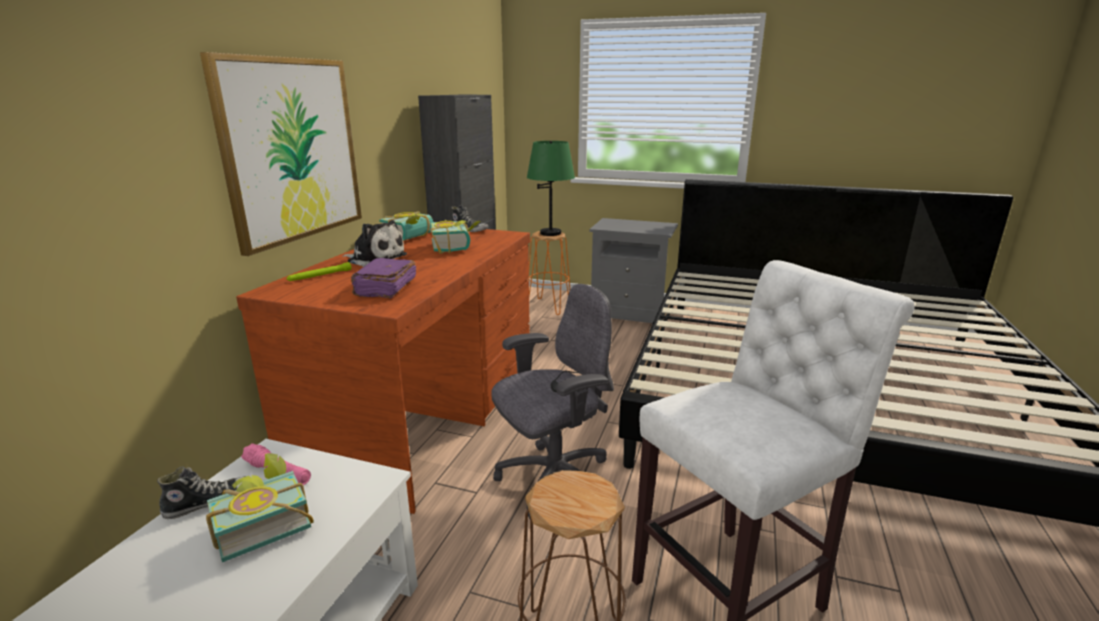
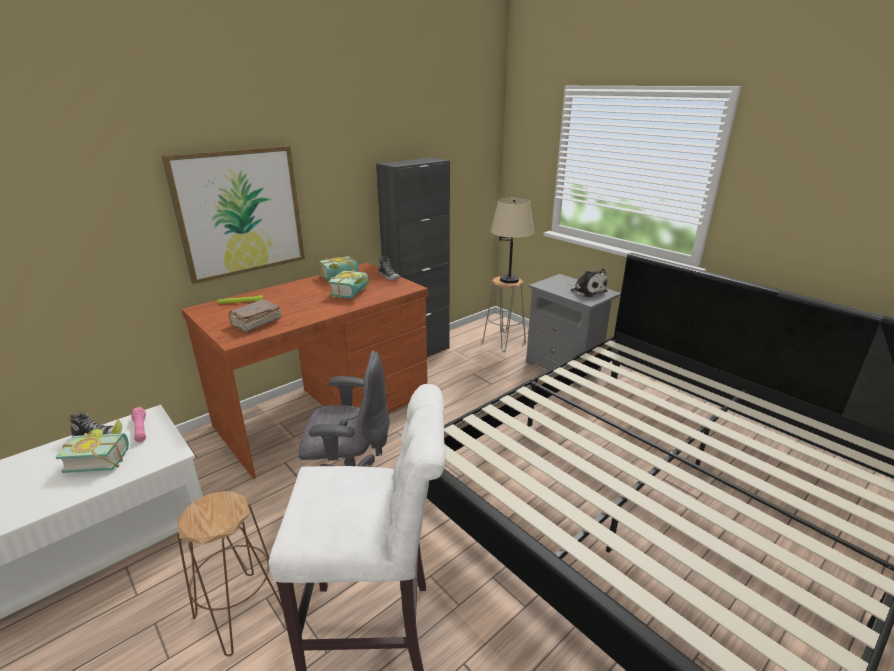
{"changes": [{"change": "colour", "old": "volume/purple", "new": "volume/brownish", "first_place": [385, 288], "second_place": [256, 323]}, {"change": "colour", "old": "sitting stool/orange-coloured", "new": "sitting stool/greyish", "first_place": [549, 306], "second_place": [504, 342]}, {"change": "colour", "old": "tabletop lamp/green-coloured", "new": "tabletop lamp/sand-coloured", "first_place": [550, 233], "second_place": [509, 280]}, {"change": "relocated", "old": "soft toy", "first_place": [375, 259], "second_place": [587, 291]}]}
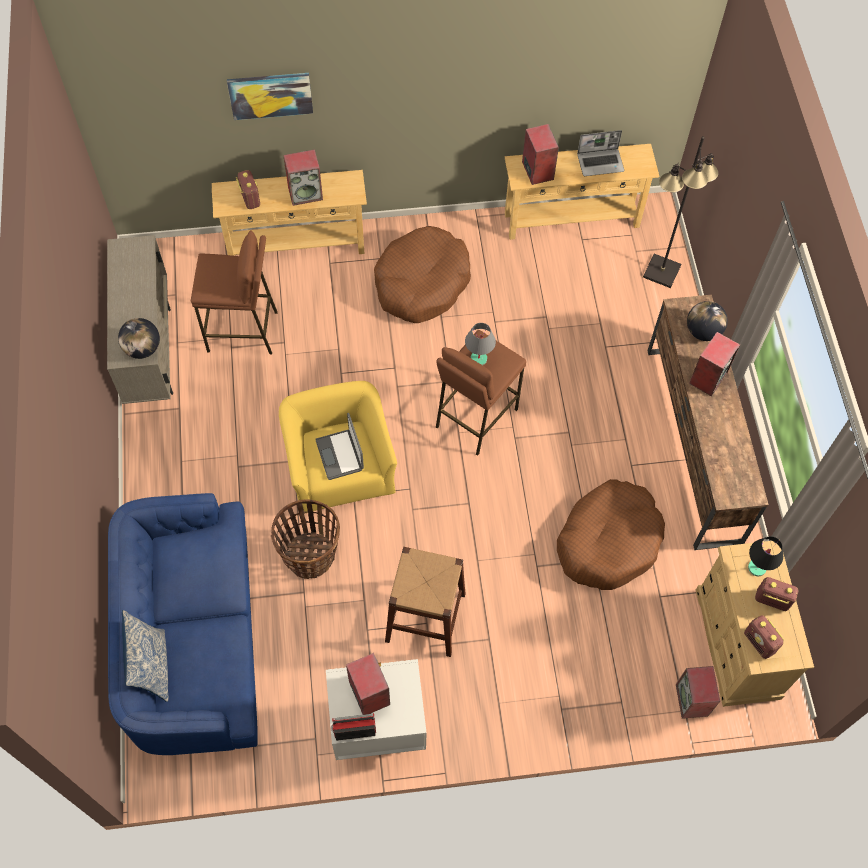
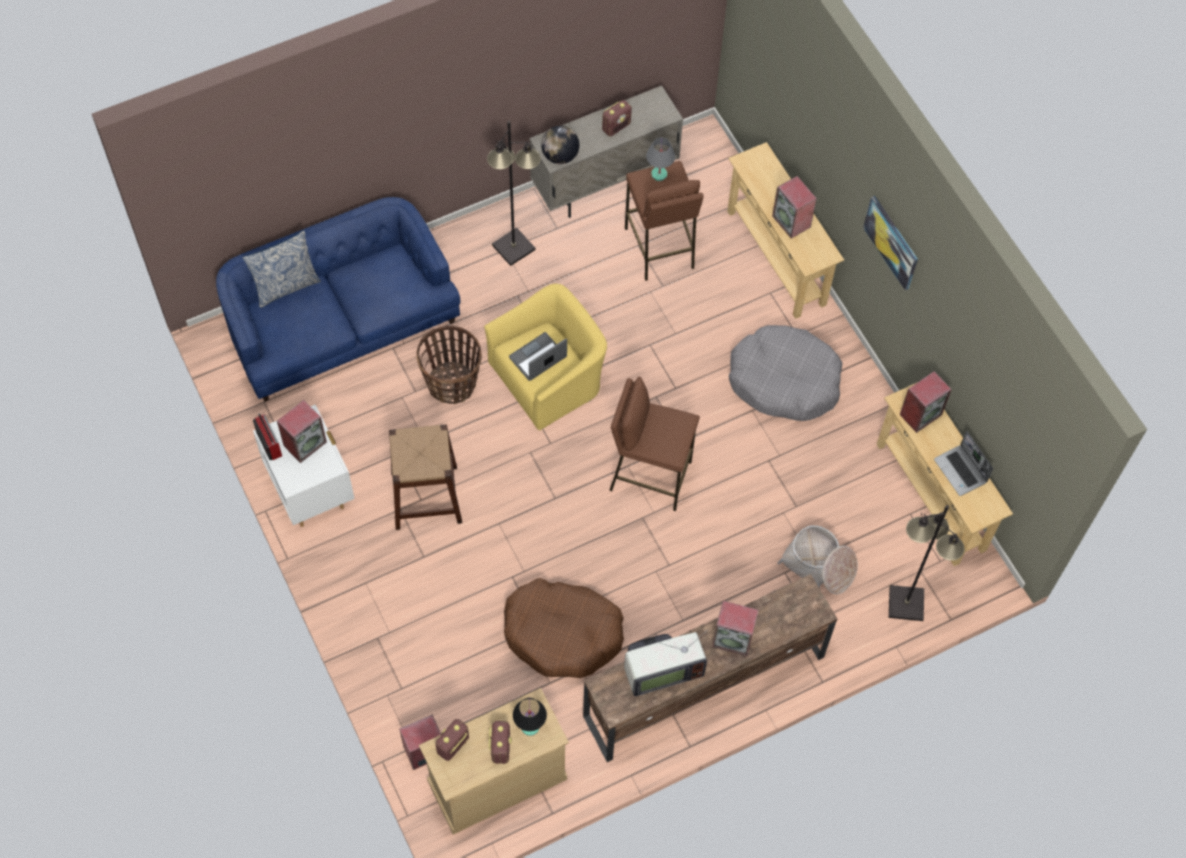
{"changes": [{"change": "appeared", "new": "standard lamp/black-coloured", "second_place": [513, 247]}, {"change": "relocated", "old": "radio receiver", "first_place": [250, 198], "second_place": [616, 126]}, {"change": "appeared", "new": "TV set", "second_place": [661, 670]}, {"change": "relocated", "old": "tabletop lamp/greyish", "first_place": [478, 359], "second_place": [658, 174]}, {"change": "colour", "old": "pet bed/brownish", "new": "pet bed/greyish", "first_place": [421, 283], "second_place": [784, 380]}, {"change": "appeared", "new": "basket", "second_place": [819, 565]}, {"change": "relocated", "old": "wall art", "first_place": [270, 95], "second_place": [891, 242]}, {"change": "missing", "old": "globe", "first_place": [703, 331]}]}
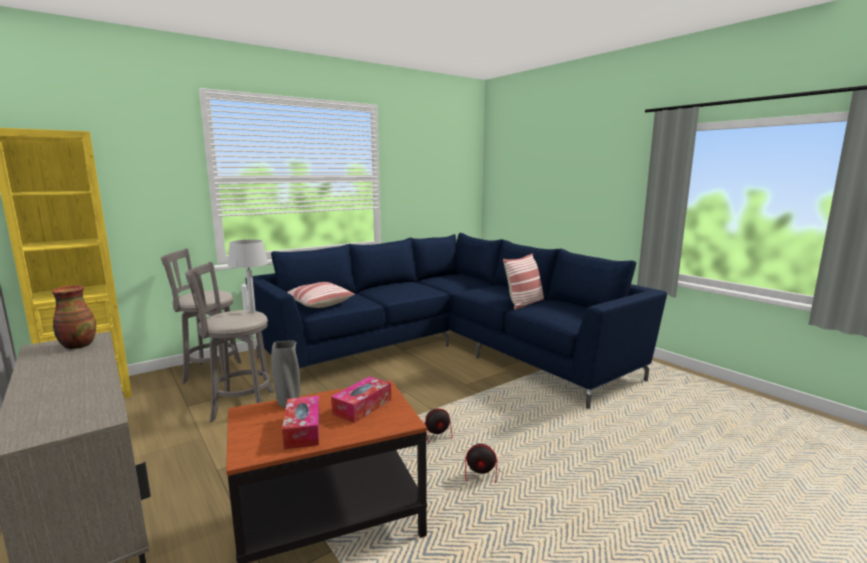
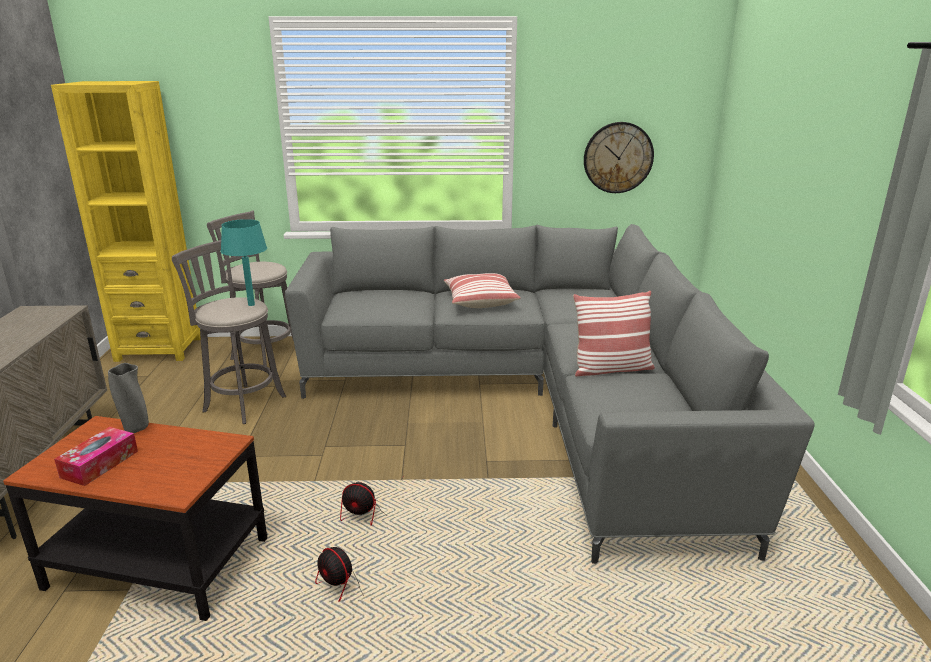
{"changes": [{"change": "colour", "old": "tabletop lamp/greyish", "new": "tabletop lamp/turquoise", "first_place": [252, 312], "second_place": [251, 304]}, {"change": "colour", "old": "couch/blue", "new": "couch/greyish", "first_place": [448, 349], "second_place": [534, 400]}, {"change": "relocated", "old": "throw pillow", "first_place": [318, 304], "second_place": [479, 301]}, {"change": "appeared", "new": "clock on the wall", "second_place": [618, 157]}, {"change": "missing", "old": "vase", "first_place": [77, 345]}, {"change": "missing", "old": "tissue holder", "first_place": [362, 407]}]}
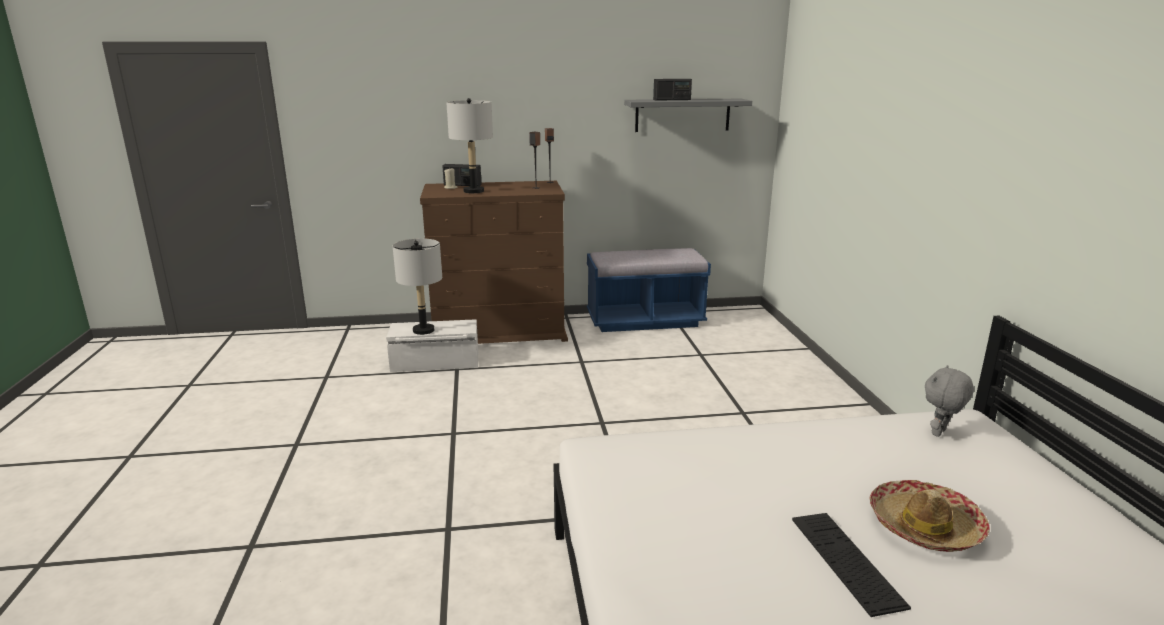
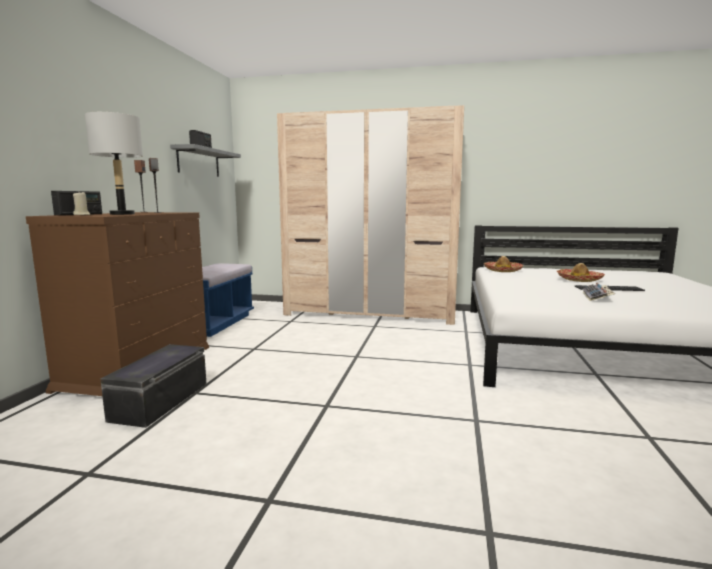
{"changes": [{"change": "colour", "old": "storage bin/white-coloured", "new": "storage bin/black-coloured", "first_place": [435, 362], "second_place": [162, 401]}, {"change": "appeared", "new": "armoire/sand-coloured", "second_place": [370, 313]}, {"change": "exchanged", "old": "soft toy/greyish", "new": "clothing hat", "first_place": [940, 433], "second_place": [502, 270]}, {"change": "appeared", "new": "PC keyboard", "second_place": [597, 297]}, {"change": "missing", "old": "tabletop lamp/greyish", "first_place": [423, 330]}]}
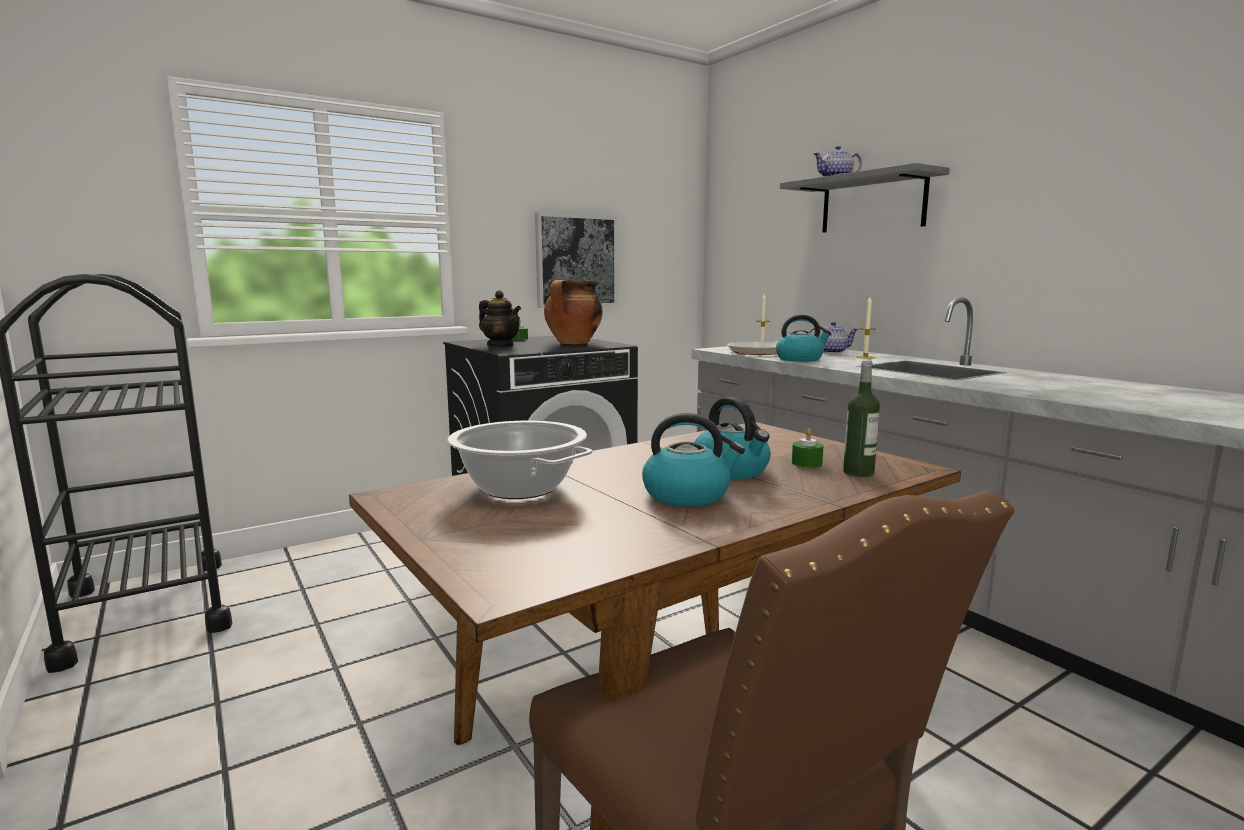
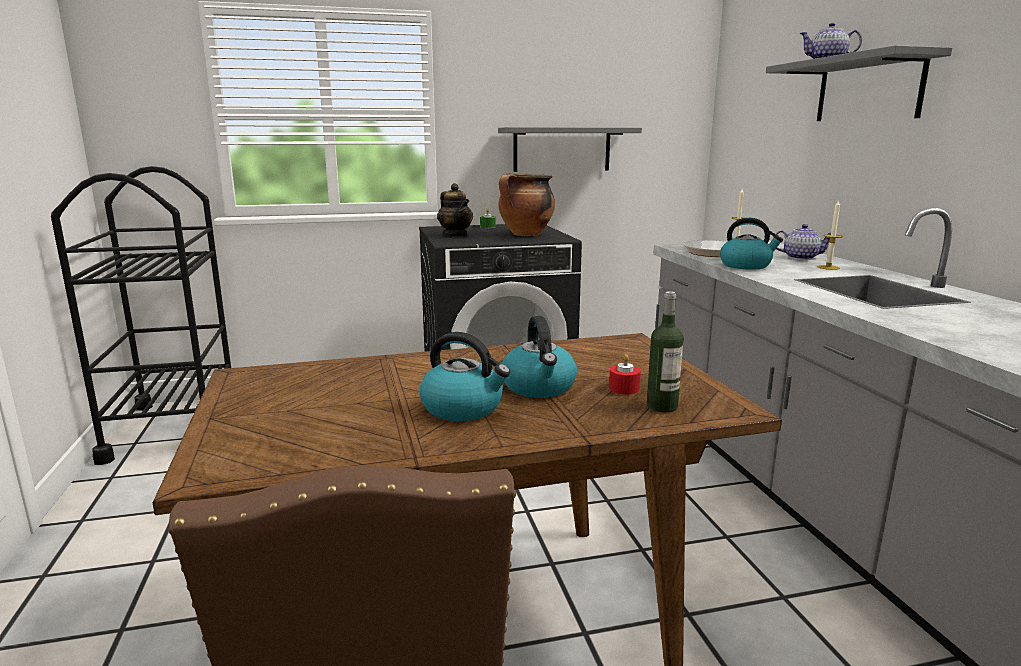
{"changes": [{"change": "exchanged", "old": "wall art", "new": "wall shelf/greyish", "first_place": [576, 261], "second_place": [562, 149]}, {"change": "colour", "old": "candle/green-coloured", "new": "candle/reddish", "first_place": [806, 463], "second_place": [624, 388]}, {"change": "missing", "old": "stockpot", "first_place": [519, 487]}]}
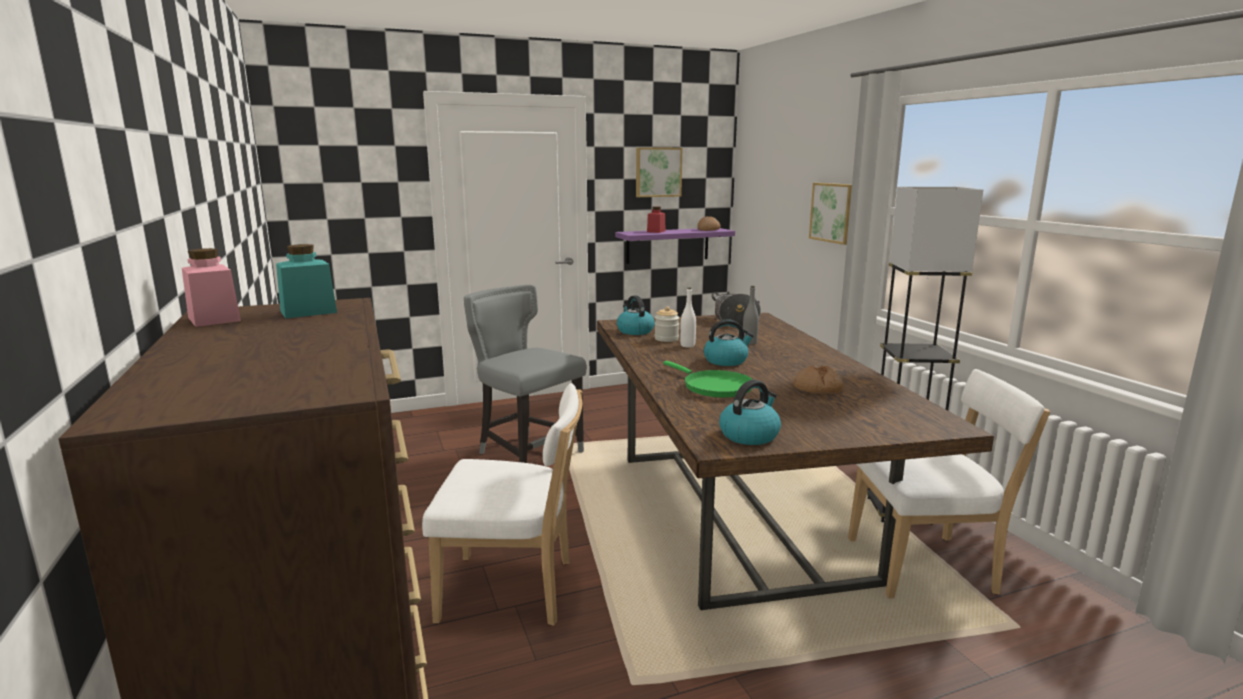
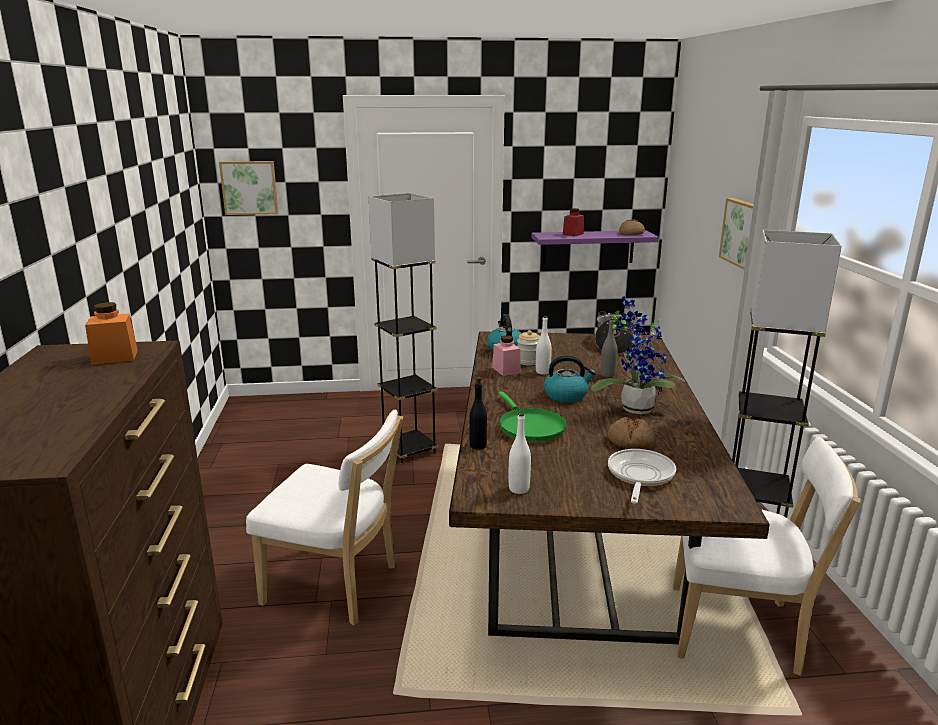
{"changes": [{"change": "colour", "old": "preserve jar/turquoise", "new": "preserve jar/orange-coloured", "first_place": [308, 312], "second_place": [115, 357]}, {"change": "relocated", "old": "wall art", "first_place": [658, 172], "second_place": [249, 187]}, {"change": "exchanged", "old": "plain chair/greyish", "new": "standard lamp/greyish", "first_place": [527, 453], "second_place": [409, 450]}, {"change": "appeared", "new": "bottle/black-coloured", "second_place": [478, 445]}, {"change": "relocated", "old": "preserve jar/pink", "first_place": [214, 319], "second_place": [506, 370]}, {"change": "exchanged", "old": "tea kettle", "new": "bottle/white-coloured", "first_place": [749, 435], "second_place": [519, 489]}, {"change": "appeared", "new": "plant in a pot", "second_place": [634, 407]}, {"change": "appeared", "new": "pan", "second_place": [639, 476]}]}
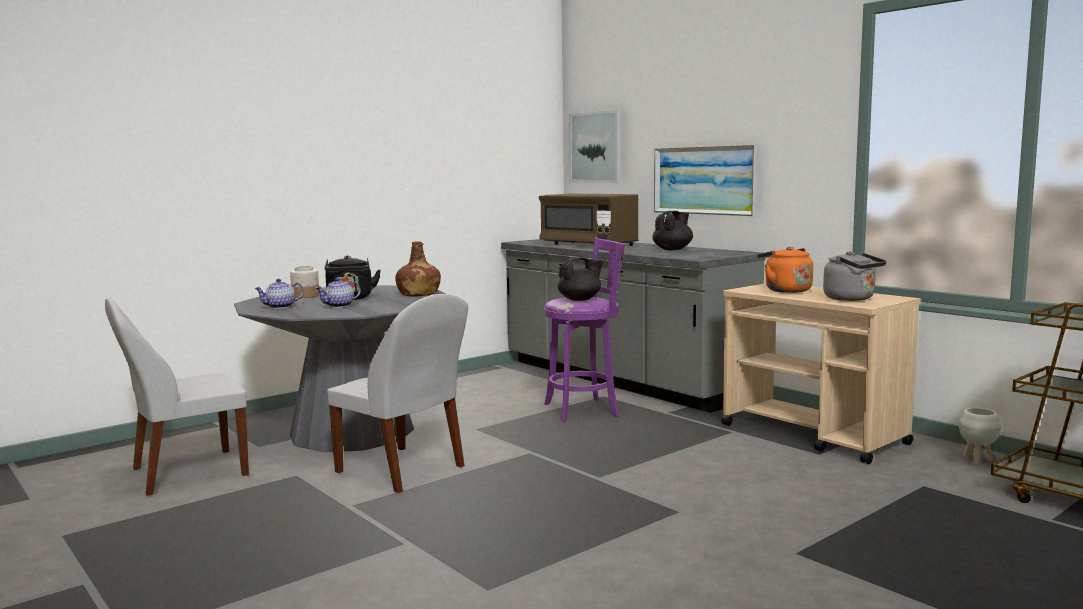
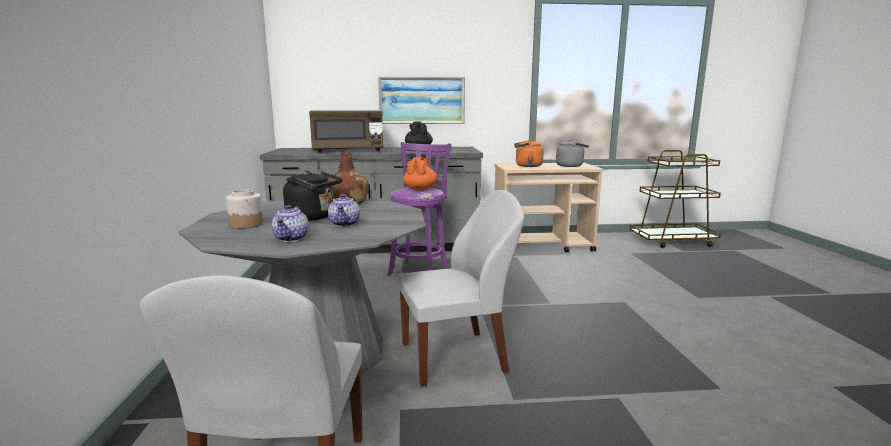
{"changes": [{"change": "colour", "old": "tea pot/black-coloured", "new": "tea pot/orange-coloured", "first_place": [580, 299], "second_place": [420, 189]}, {"change": "missing", "old": "wall art", "first_place": [596, 147]}, {"change": "missing", "old": "flower pot/white-coloured", "first_place": [976, 460]}]}
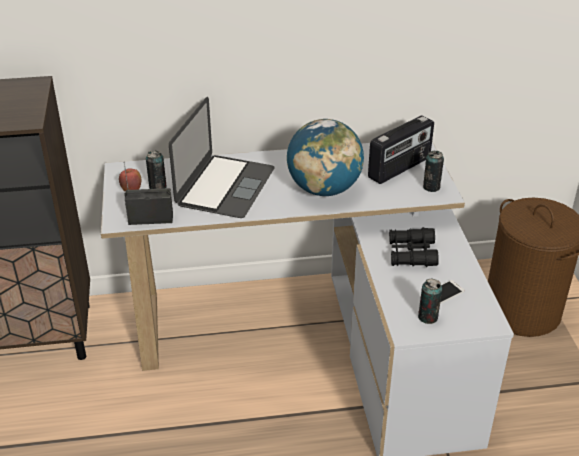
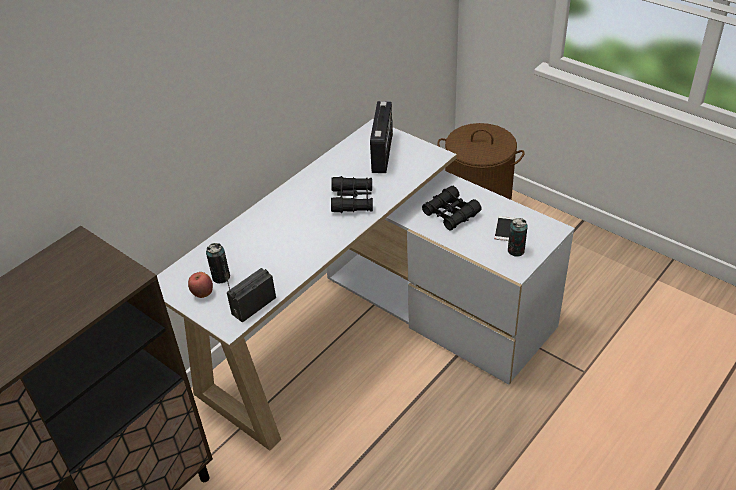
{"changes": [{"change": "exchanged", "old": "globe", "new": "pair of binoculars/black-coloured", "first_place": [324, 189], "second_place": [352, 200]}, {"change": "missing", "old": "notebook computer", "first_place": [225, 186]}, {"change": "missing", "old": "sealed can", "first_place": [431, 187]}]}
